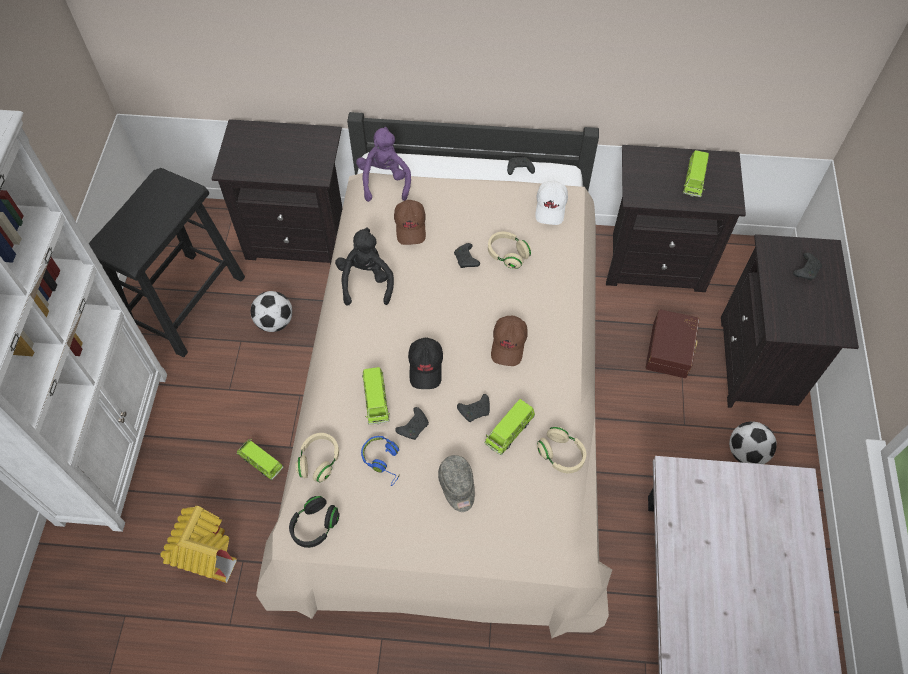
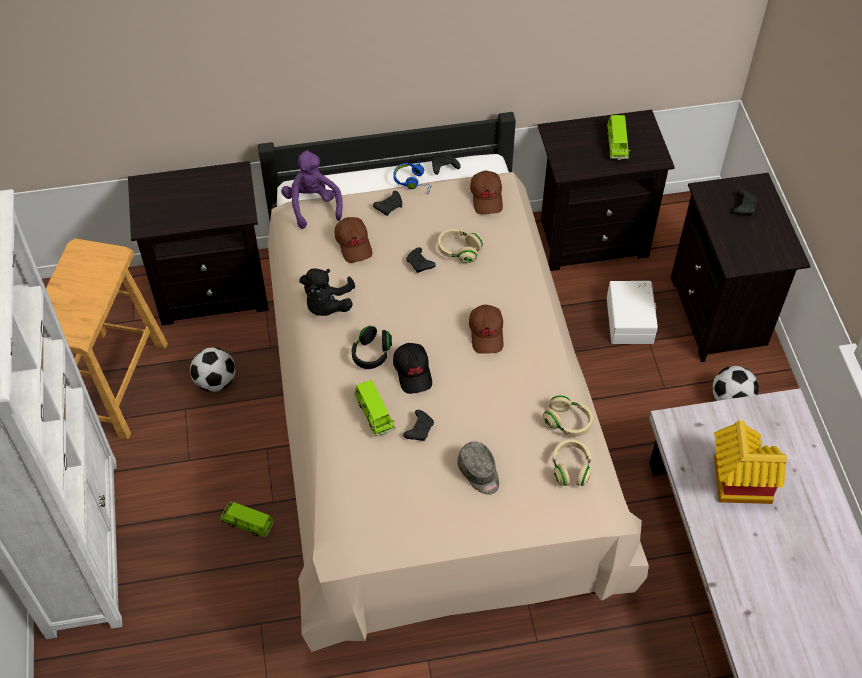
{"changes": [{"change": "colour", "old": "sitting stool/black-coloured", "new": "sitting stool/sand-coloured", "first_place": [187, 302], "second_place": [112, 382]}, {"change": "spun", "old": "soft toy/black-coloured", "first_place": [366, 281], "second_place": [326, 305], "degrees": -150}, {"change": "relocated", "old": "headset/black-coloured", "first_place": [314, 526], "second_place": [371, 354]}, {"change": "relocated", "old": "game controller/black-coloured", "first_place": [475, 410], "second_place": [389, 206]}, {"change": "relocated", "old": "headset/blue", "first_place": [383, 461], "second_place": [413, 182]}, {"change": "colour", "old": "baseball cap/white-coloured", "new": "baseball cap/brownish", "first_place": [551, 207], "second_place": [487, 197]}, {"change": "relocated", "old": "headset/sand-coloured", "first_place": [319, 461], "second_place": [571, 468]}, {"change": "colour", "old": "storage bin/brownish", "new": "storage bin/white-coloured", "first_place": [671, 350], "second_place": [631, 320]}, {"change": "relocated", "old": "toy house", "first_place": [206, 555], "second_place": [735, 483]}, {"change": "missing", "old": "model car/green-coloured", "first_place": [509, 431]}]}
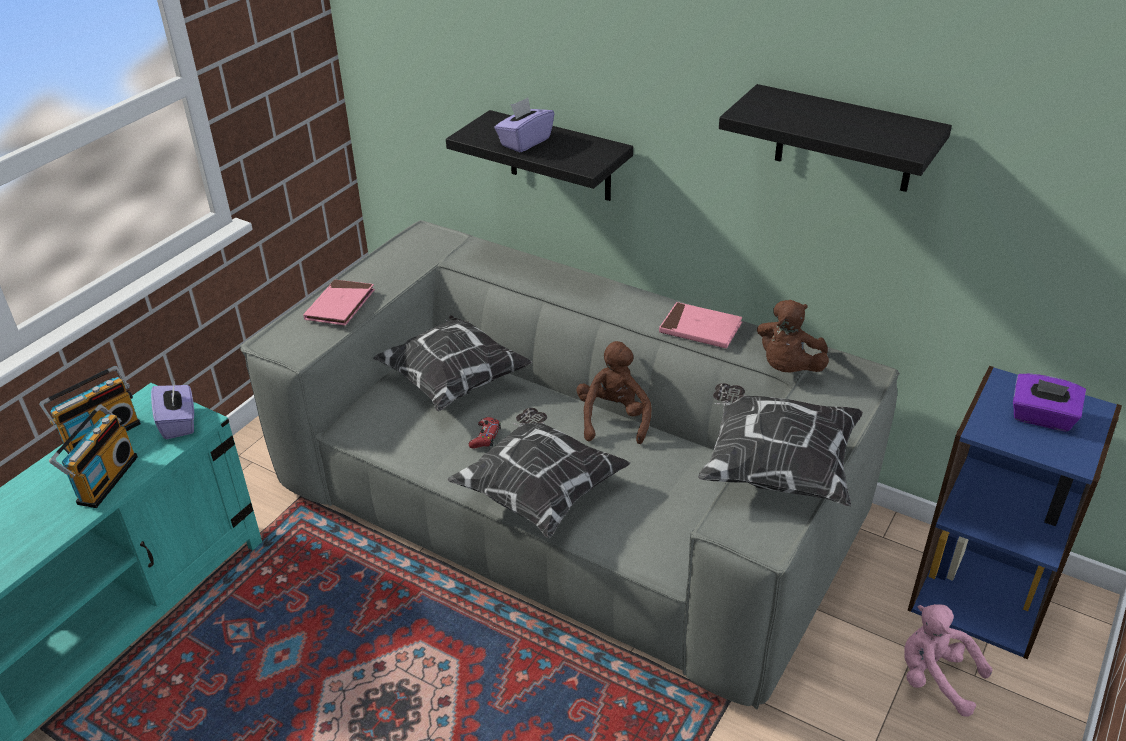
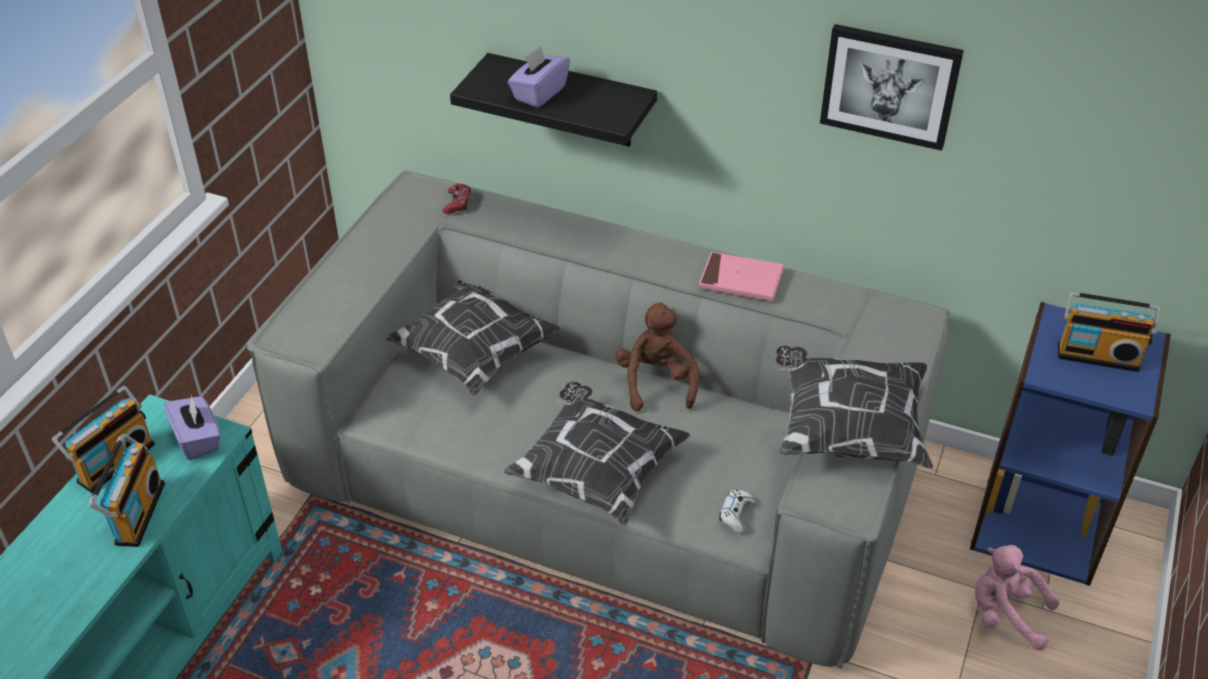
{"changes": [{"change": "relocated", "old": "game controller/reddish", "first_place": [485, 437], "second_place": [457, 203]}, {"change": "appeared", "new": "game controller/white-coloured", "second_place": [736, 514]}, {"change": "exchanged", "old": "wall shelf/black-coloured", "new": "wall art", "first_place": [844, 139], "second_place": [890, 85]}, {"change": "exchanged", "old": "tissue holder/purple", "new": "radio receiver", "first_place": [1041, 418], "second_place": [1098, 355]}, {"change": "missing", "old": "volume/pink", "first_place": [340, 306]}, {"change": "missing", "old": "soft toy/brownish", "first_place": [788, 368]}]}
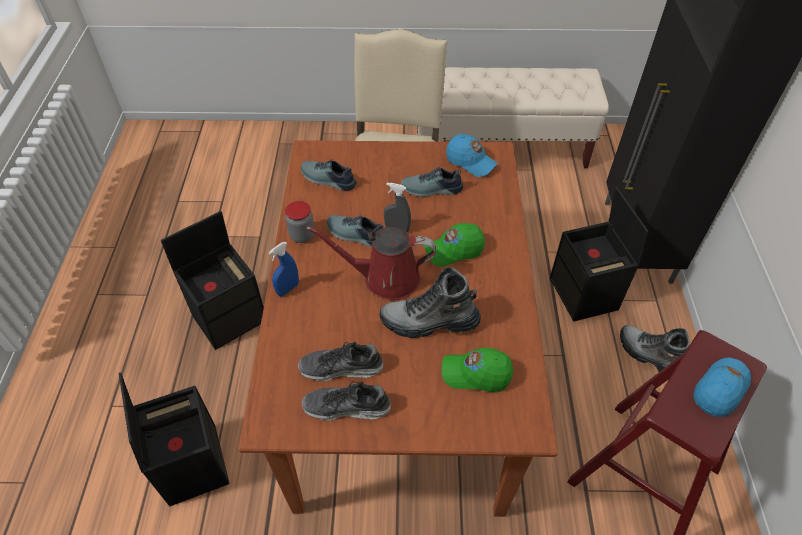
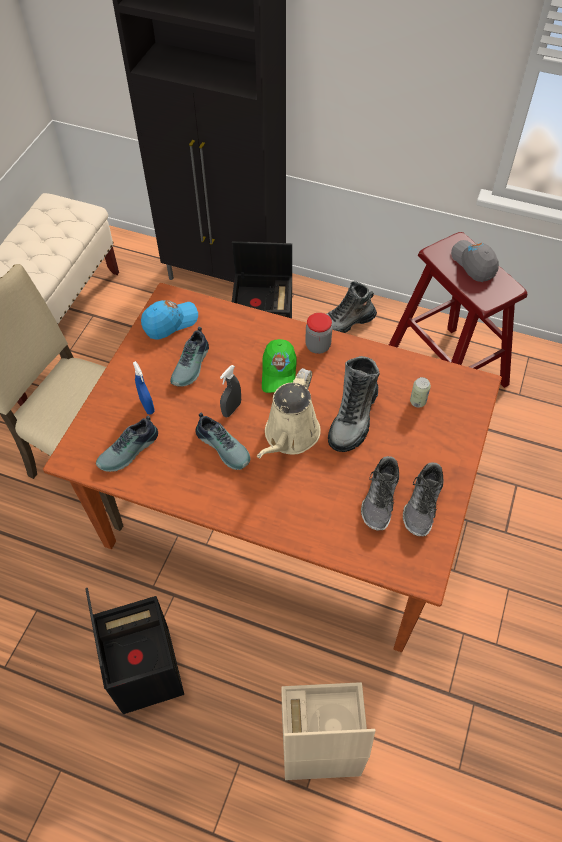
{"changes": [{"change": "relocated", "old": "sprayer/blue", "first_place": [288, 289], "second_place": [147, 406]}, {"change": "spun", "old": "shoe", "first_place": [356, 236], "second_place": [224, 446], "degrees": -90}, {"change": "colour", "old": "watering pot/reddish", "new": "watering pot/sand-coloured", "first_place": [385, 278], "second_place": [290, 436]}, {"change": "colour", "old": "storage bin/black-coloured", "new": "storage bin/sand-coloured", "first_place": [191, 463], "second_place": [318, 745]}, {"change": "relocated", "old": "preserve jar", "first_place": [302, 235], "second_place": [318, 346]}, {"change": "exchanged", "old": "baseball cap/green-coloured", "new": "sealed can", "first_place": [476, 374], "second_place": [418, 401]}, {"change": "colour", "old": "baseball cap/blue", "new": "baseball cap/greyish", "first_place": [720, 389], "second_place": [473, 264]}]}
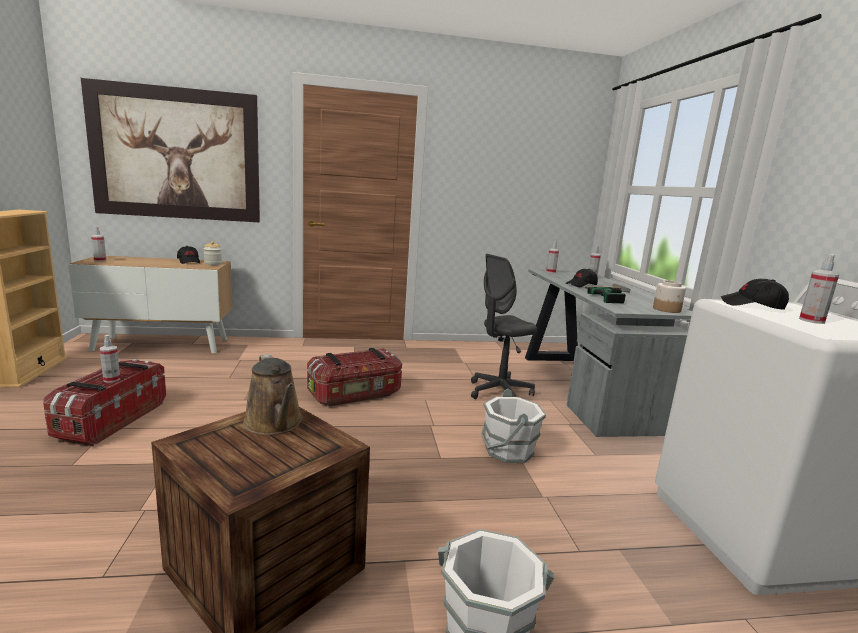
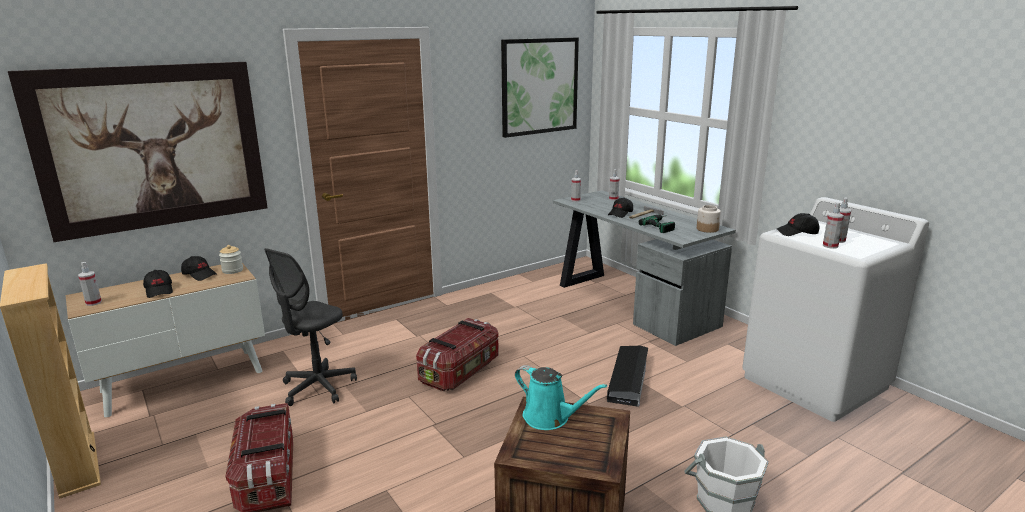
{"changes": [{"change": "appeared", "new": "baseball cap/black-coloured", "second_place": [159, 290]}, {"change": "relocated", "old": "desk chair/greyish", "first_place": [499, 392], "second_place": [318, 387]}, {"change": "appeared", "new": "wall art", "second_place": [539, 86]}, {"change": "colour", "old": "watering pot/brownish", "new": "watering pot/turquoise", "first_place": [275, 424], "second_place": [550, 418]}, {"change": "exchanged", "old": "pail/white-coloured", "new": "storage bin/black-coloured", "first_place": [508, 450], "second_place": [628, 379]}, {"change": "relocated", "old": "sprayer", "first_place": [111, 379], "second_place": [830, 246]}]}
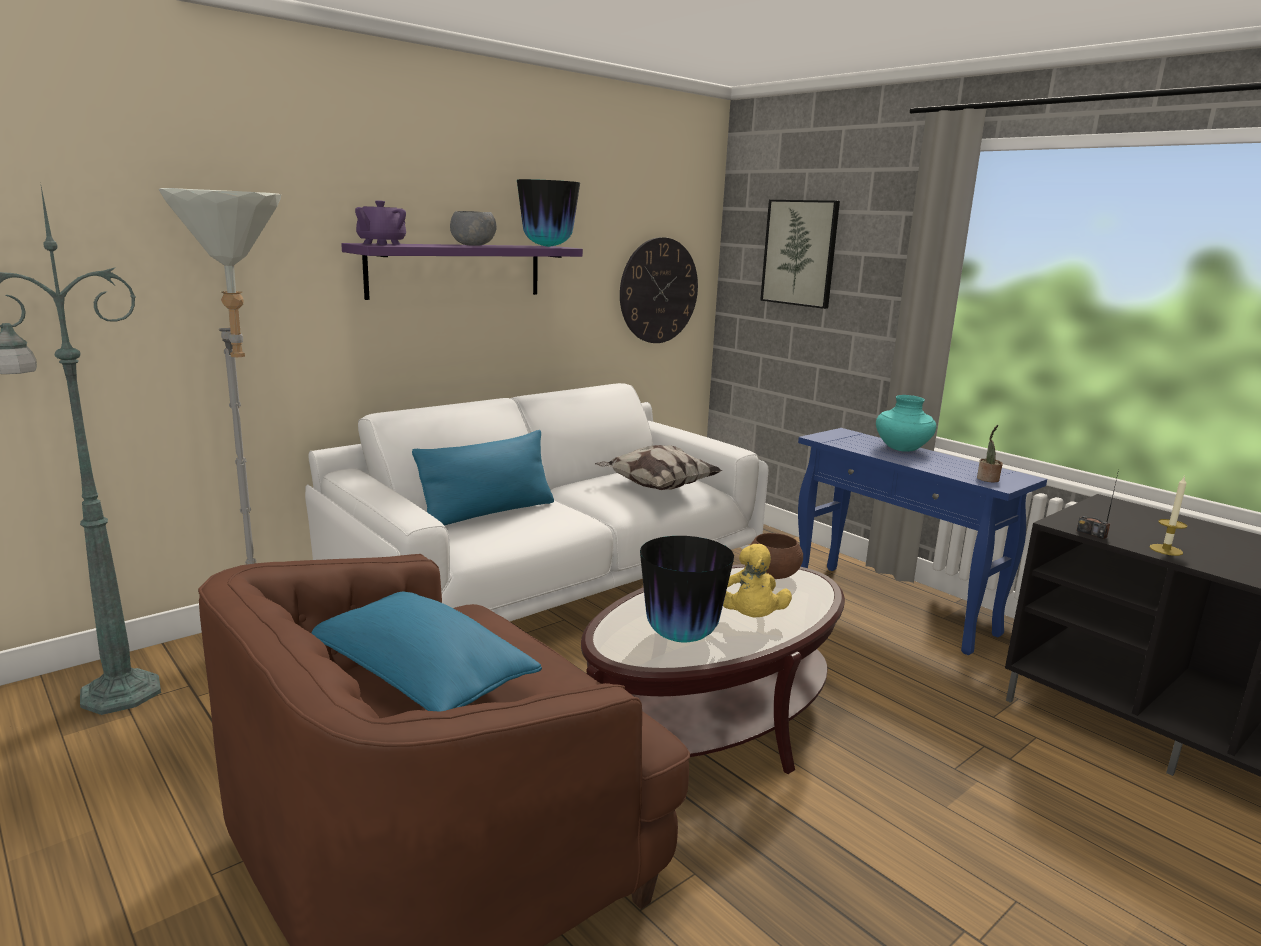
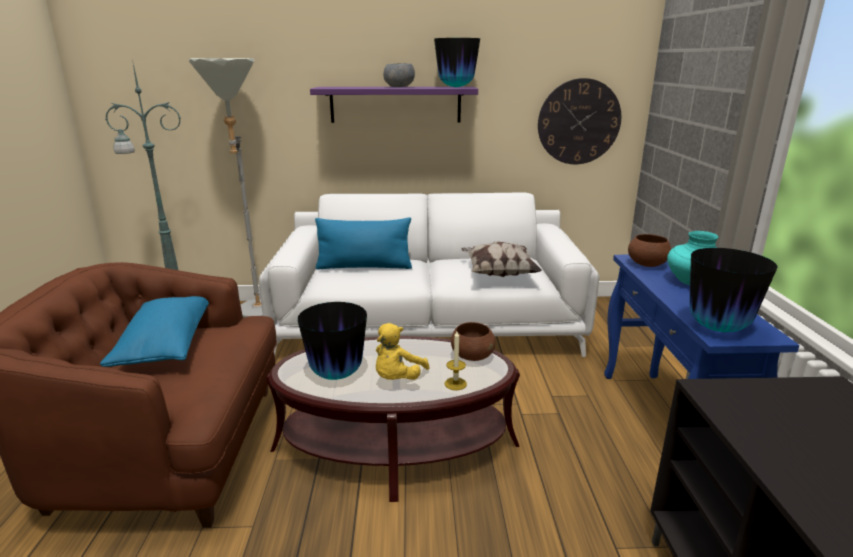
{"changes": [{"change": "relocated", "old": "candle", "first_place": [1166, 550], "second_place": [455, 384]}, {"change": "appeared", "new": "serving bowl/brownish", "second_place": [647, 265]}, {"change": "exchanged", "old": "plant in a pot", "new": "vase", "first_place": [987, 479], "second_place": [717, 328]}, {"change": "missing", "old": "tea pot/purple", "first_place": [381, 244]}, {"change": "missing", "old": "wall art", "first_place": [800, 253]}, {"change": "missing", "old": "radio receiver", "first_place": [1091, 534]}]}
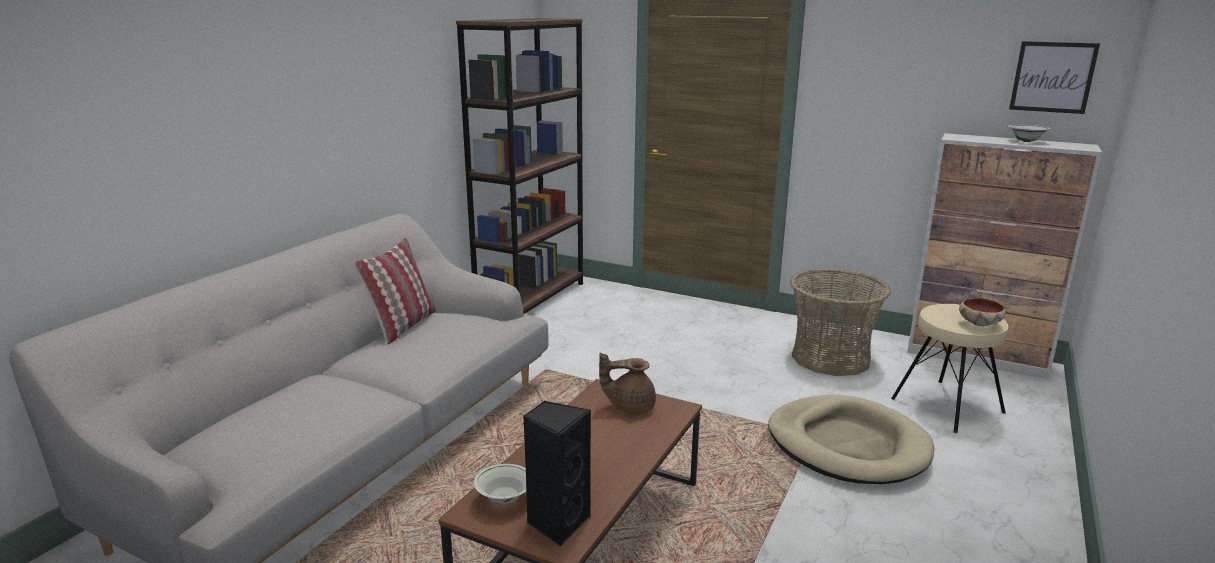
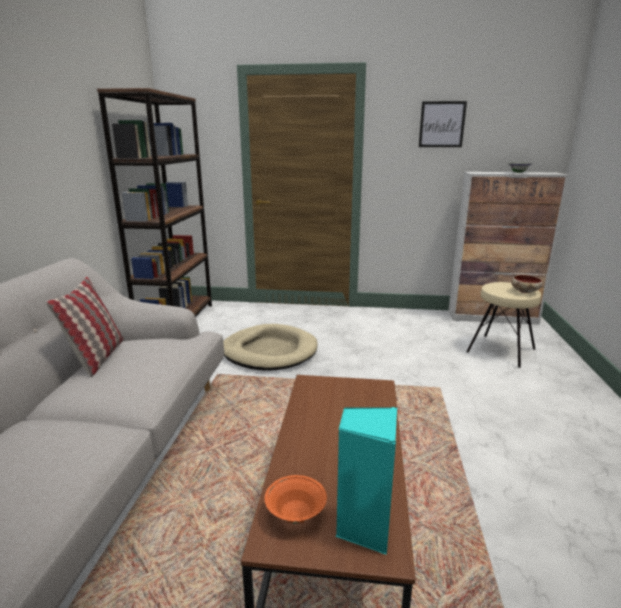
{"changes": [{"change": "relocated", "old": "pet bed/sand-coloured", "first_place": [847, 445], "second_place": [269, 351]}, {"change": "colour", "old": "serving bowl/white-coloured", "new": "serving bowl/orange-coloured", "first_place": [504, 500], "second_place": [295, 515]}, {"change": "colour", "old": "speaker/black-coloured", "new": "speaker/turquoise", "first_place": [557, 523], "second_place": [363, 527]}, {"change": "relocated", "old": "wall art", "first_place": [1052, 77], "second_place": [442, 124]}, {"change": "missing", "old": "tea pot/brownish", "first_place": [630, 406]}, {"change": "missing", "old": "basket", "first_place": [831, 358]}]}
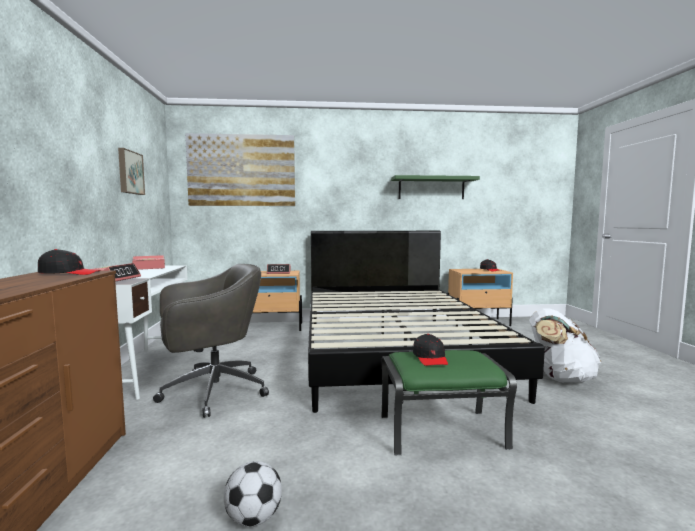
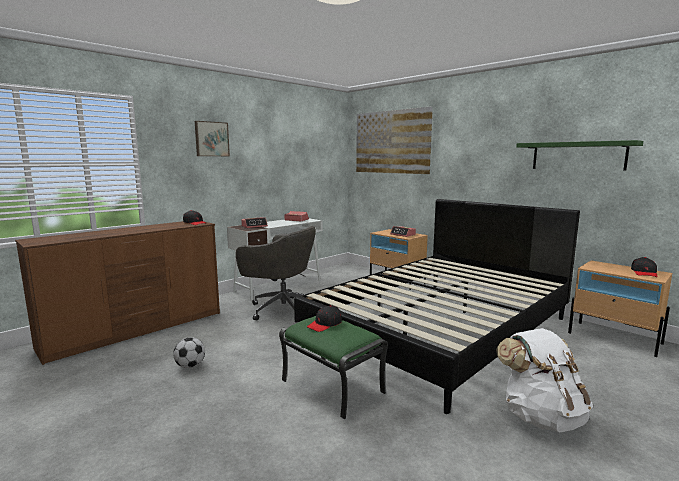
{"changes": [{"change": "relocated", "old": "wall art", "first_place": [129, 172], "second_place": [211, 139]}]}
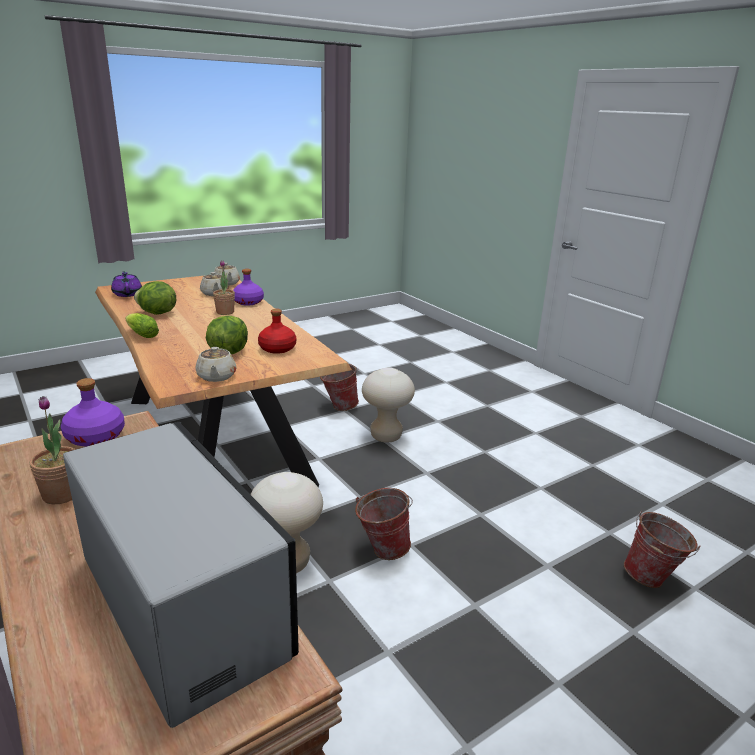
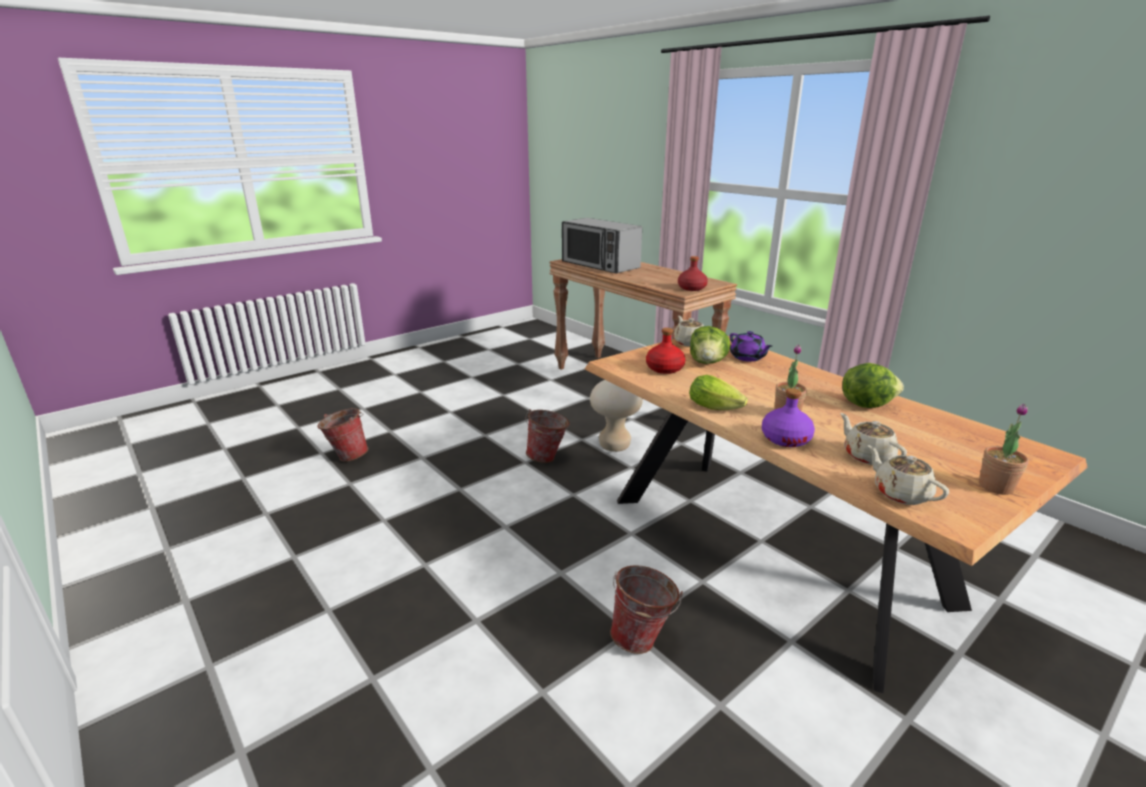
{"changes": [{"change": "colour", "old": "bottle/purple", "new": "bottle/reddish", "first_place": [96, 437], "second_place": [691, 288]}, {"change": "relocated", "old": "lettuce head", "first_place": [141, 335], "second_place": [717, 407]}, {"change": "relocated", "old": "tea pot/purple", "first_place": [127, 294], "second_place": [747, 358]}, {"change": "relocated", "old": "plant in a pot", "first_place": [62, 494], "second_place": [995, 486]}, {"change": "missing", "old": "sitting stool/sand-coloured", "first_place": [386, 436]}]}
